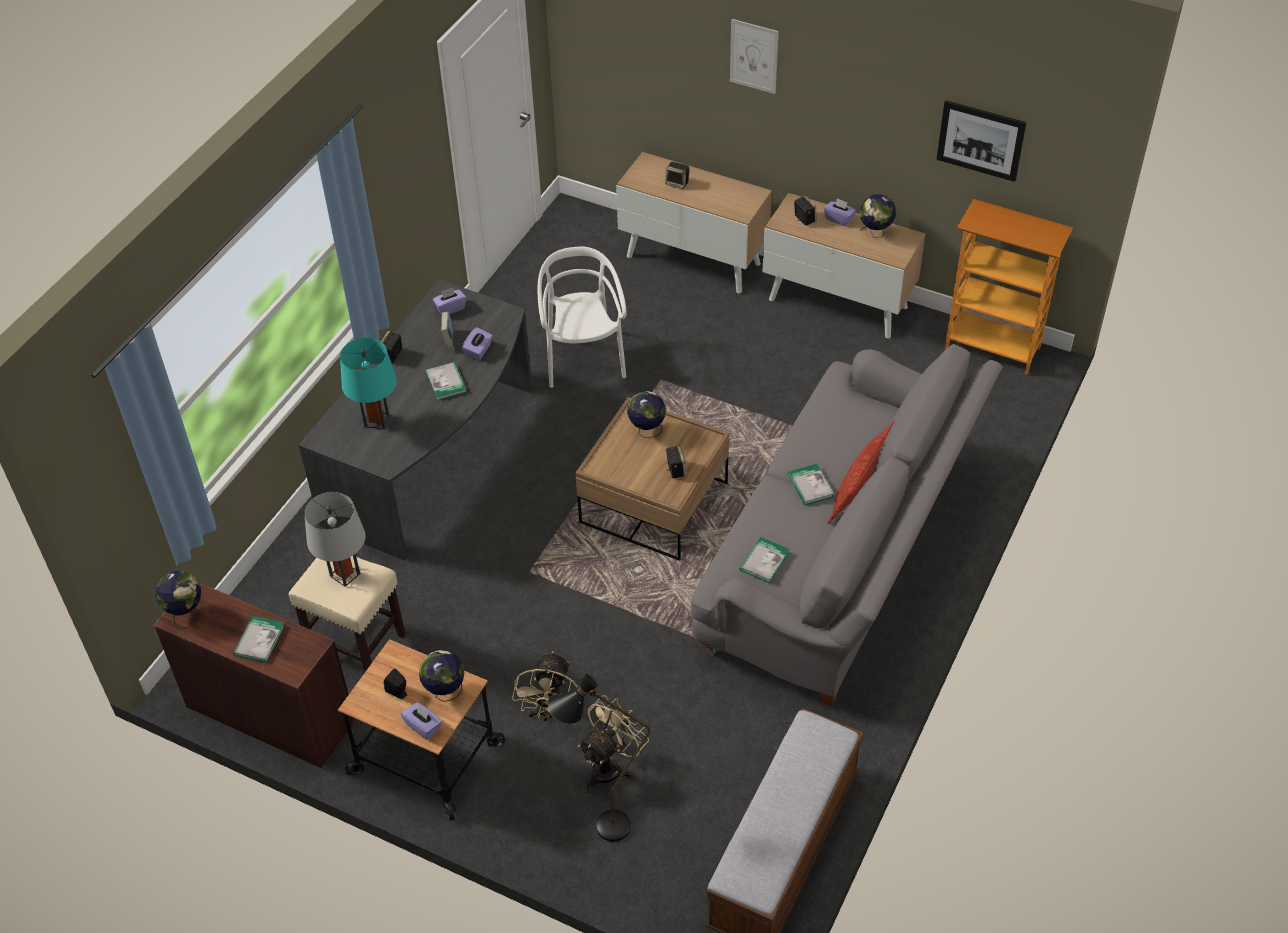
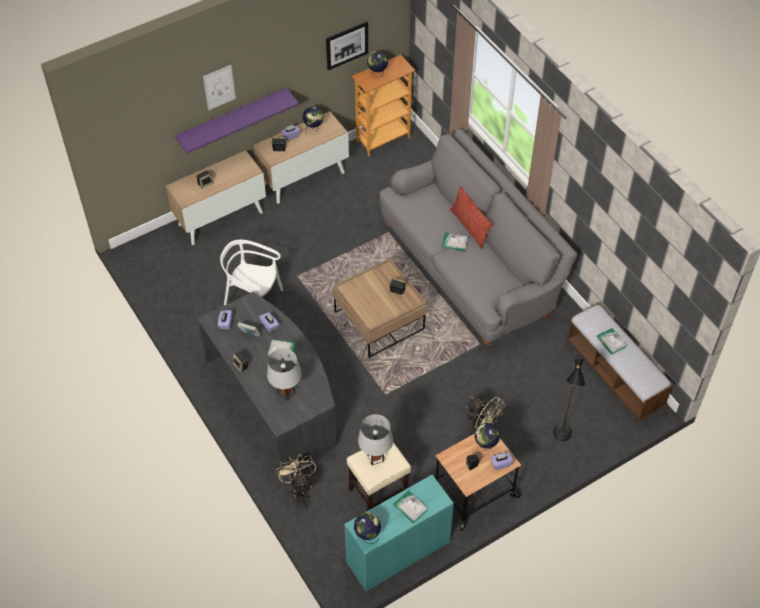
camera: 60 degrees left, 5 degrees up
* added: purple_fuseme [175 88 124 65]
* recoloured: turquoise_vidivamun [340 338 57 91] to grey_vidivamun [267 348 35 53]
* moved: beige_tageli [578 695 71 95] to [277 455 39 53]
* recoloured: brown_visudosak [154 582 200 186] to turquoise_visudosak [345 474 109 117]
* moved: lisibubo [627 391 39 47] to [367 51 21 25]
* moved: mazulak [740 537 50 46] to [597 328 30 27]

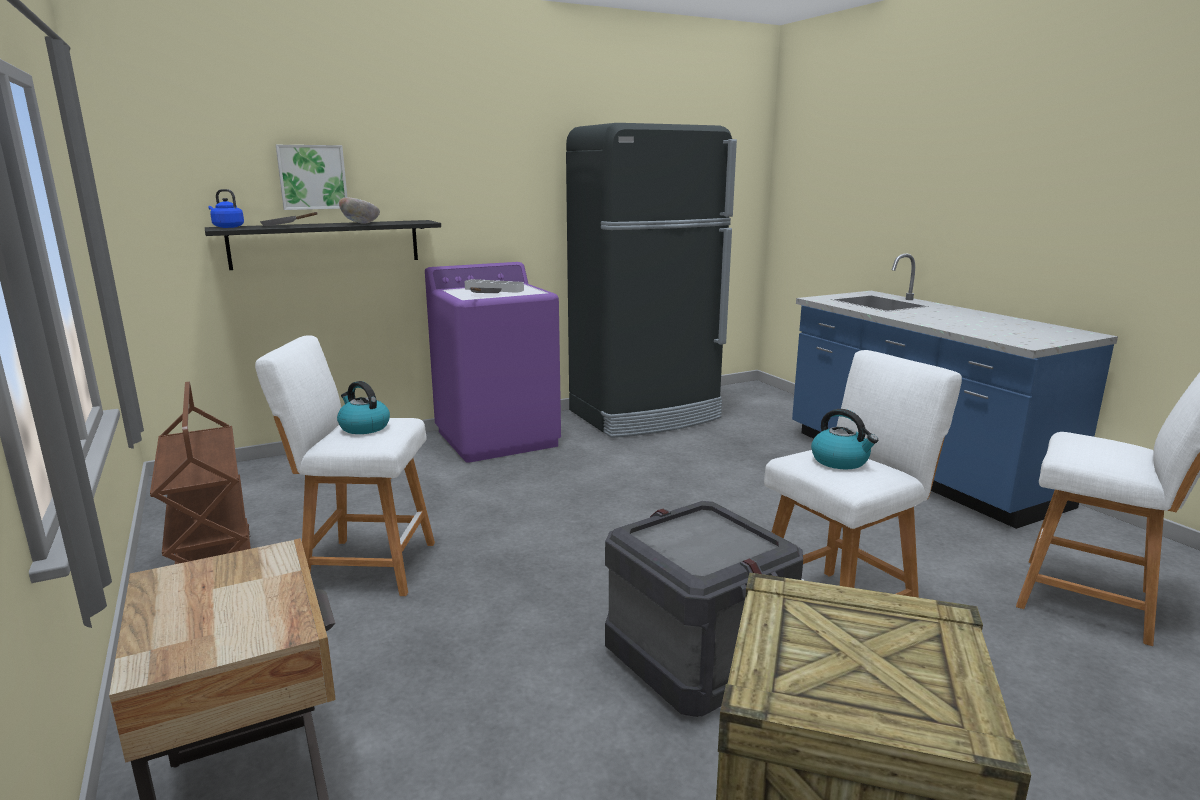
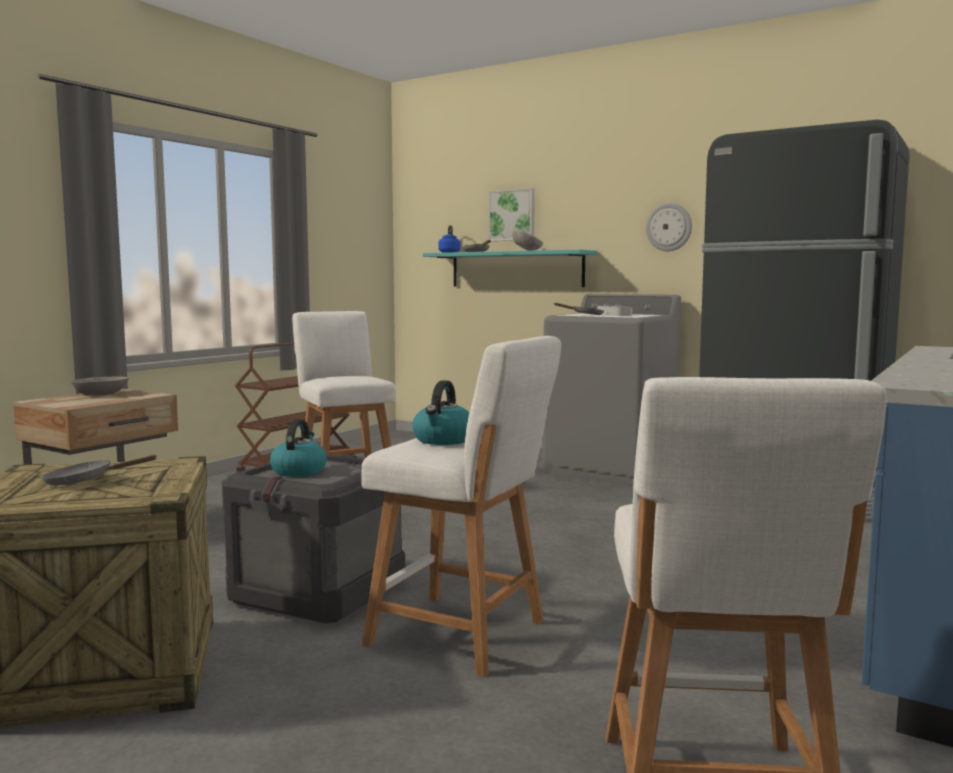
camera: 60 degrees right, 10 degrees down
* added: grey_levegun [41 455 116 31]
* added: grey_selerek [71 376 58 20]
* moved: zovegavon [337 381 53 53] to [270 419 57 58]
* recoloured: black_fuseme [205 220 236 50] to turquoise_fuseme [423 250 175 37]
* recoloured: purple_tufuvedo [425 262 136 201] to grey_tufuvedo [542 294 139 192]
* added: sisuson [646 203 46 48]

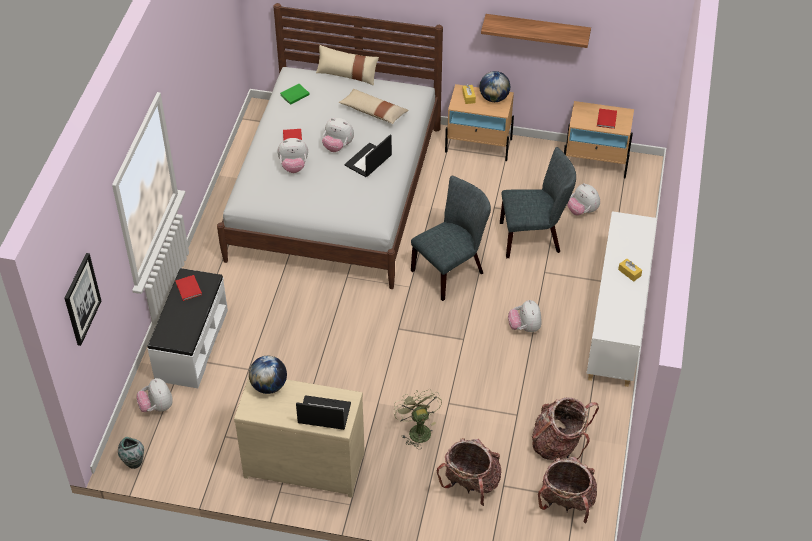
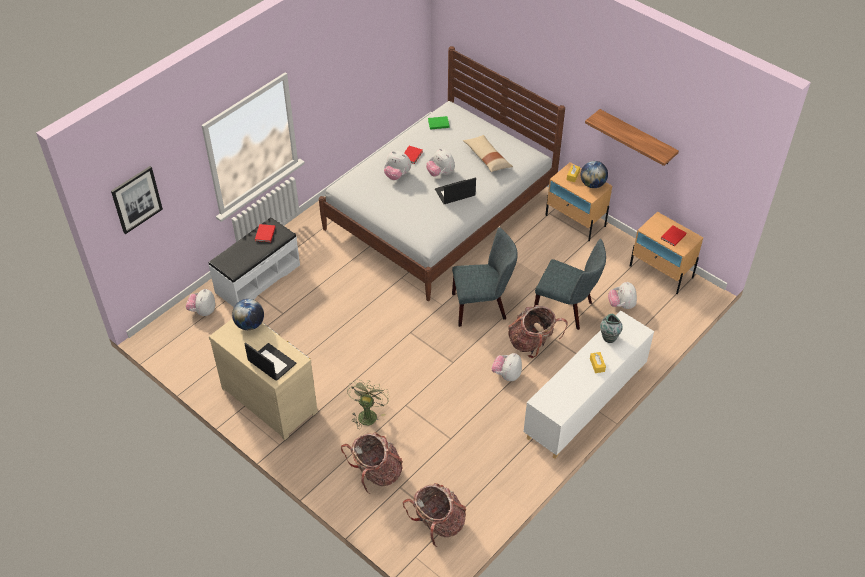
camera: 30 degrees right, 0 degrees up
* moved: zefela [532 397 67 63] to [508 305 59 53]
* moved: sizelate [118 437 26 32] to [600 314 23 29]
* removed: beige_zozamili [316 45 63 40]

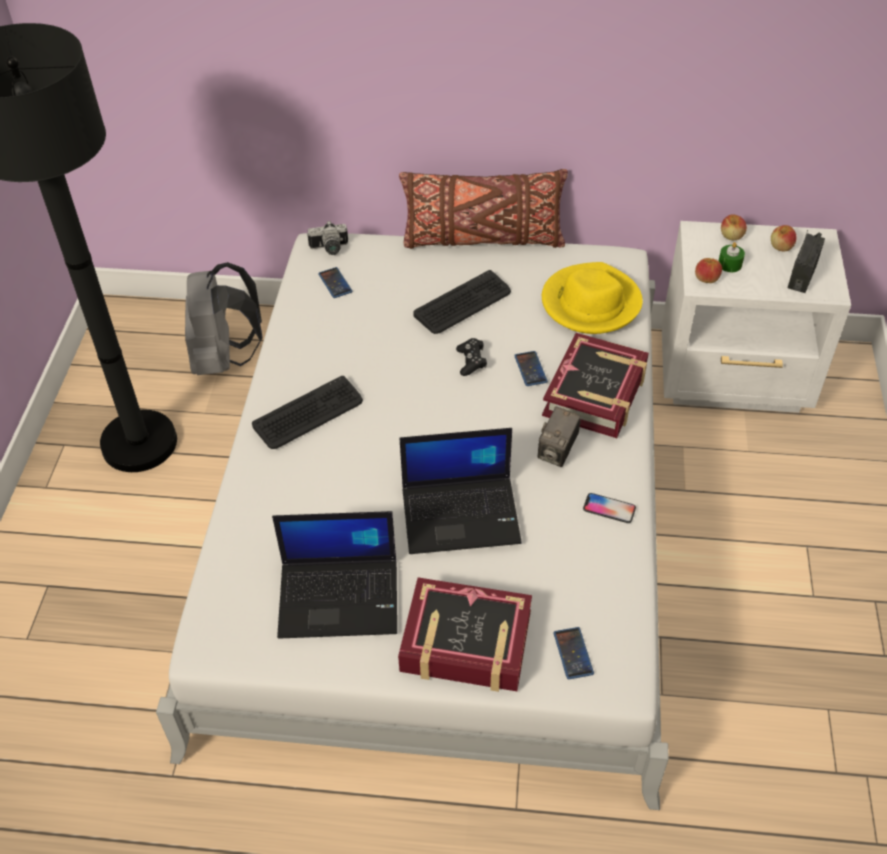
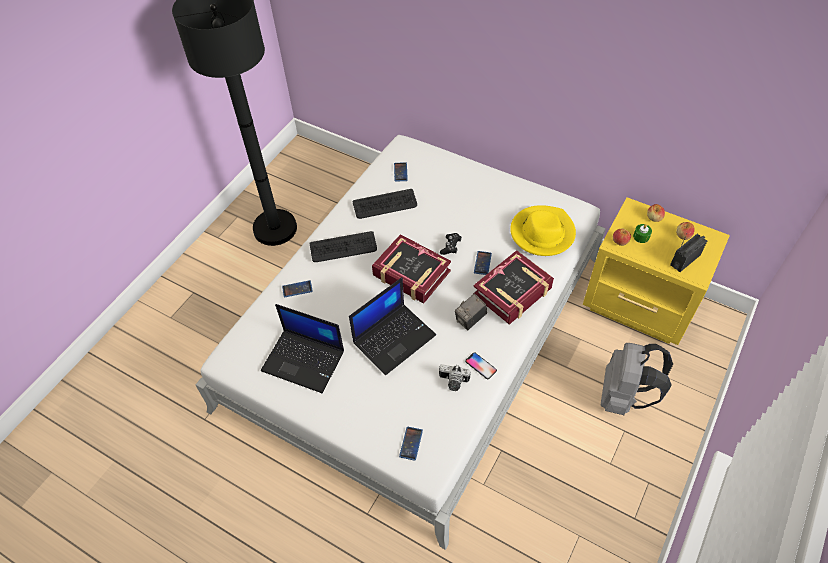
camera: 25 degrees right, 5 degrees up
* added: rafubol [282 280 31 17]
* turned: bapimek [399 428 123 126] = [349 277 87 98] 60 degrees counterclockwise
* moved: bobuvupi [413 270 98 64] to [353 189 64 30]
* moved: mazulak [398 578 134 114] to [372 234 79 70]
* moved: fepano [307 221 41 34] to [439 364 31 27]
* recoloured: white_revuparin [662 221 189 192] to yellow_revuparin [583 197 147 148]
* moved: grey_zefela [185 262 78 113] to [601 343 72 72]
* removed: brown_zozamili [399 169 169 80]

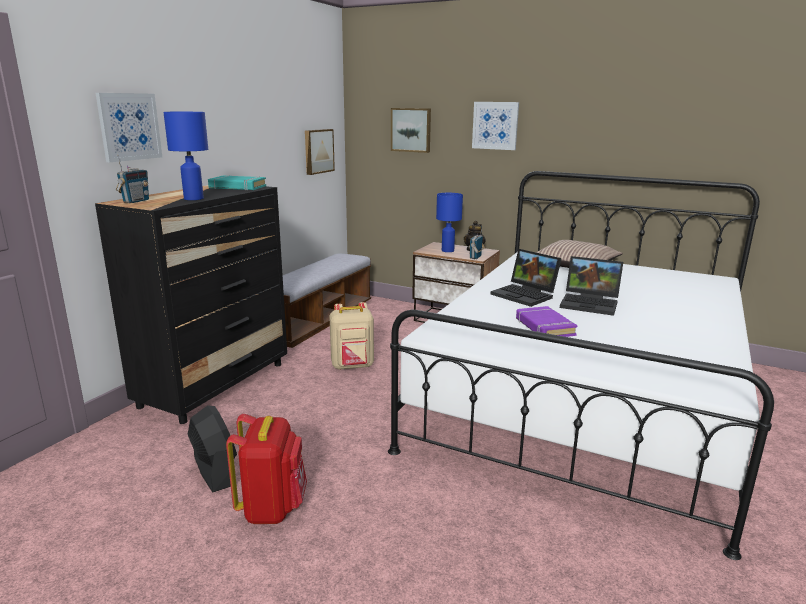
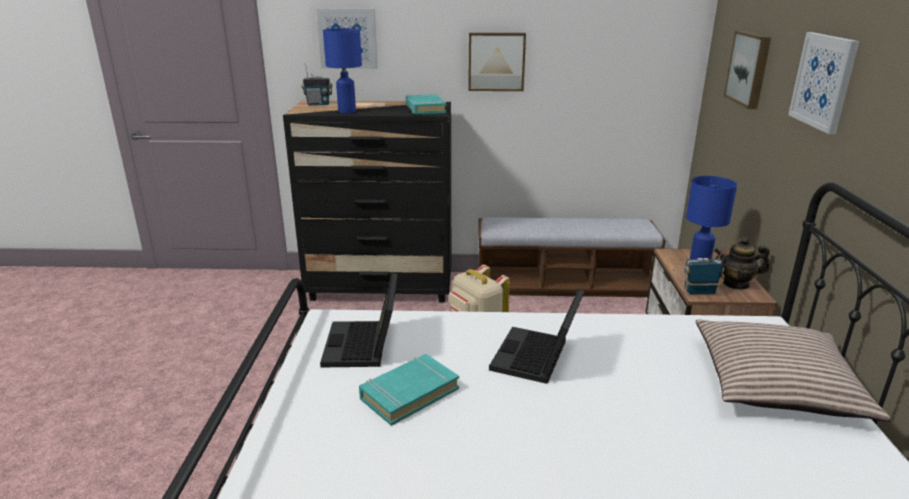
camera: 65 degrees right, 5 degrees up
* moved: bapimek [560 256 63 60] to [320 272 78 95]
* recoloured: purple_mazulak [516 306 62 31] to turquoise_mazulak [359 354 100 72]
* moved: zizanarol [305 129 30 46] to [468 33 58 58]
* removed: black_tageli [188 405 49 87]
* removed: red_zefela [226 414 81 110]

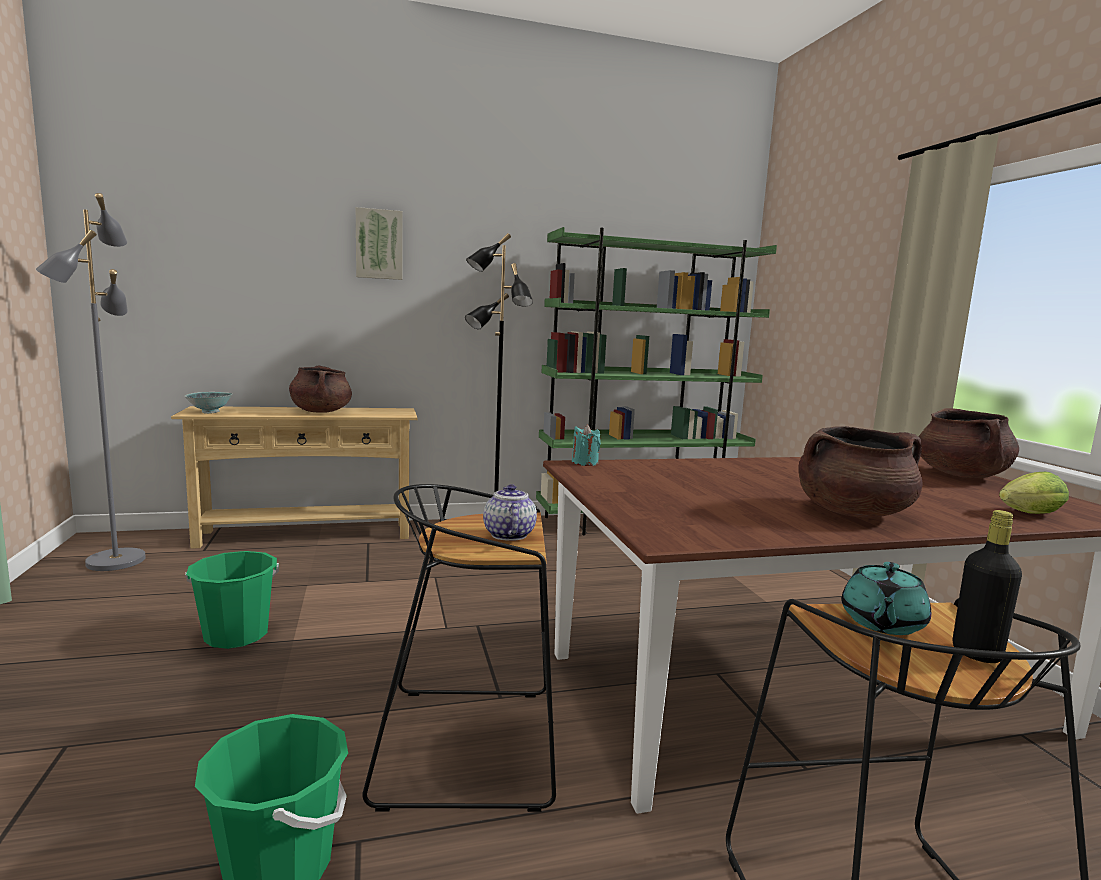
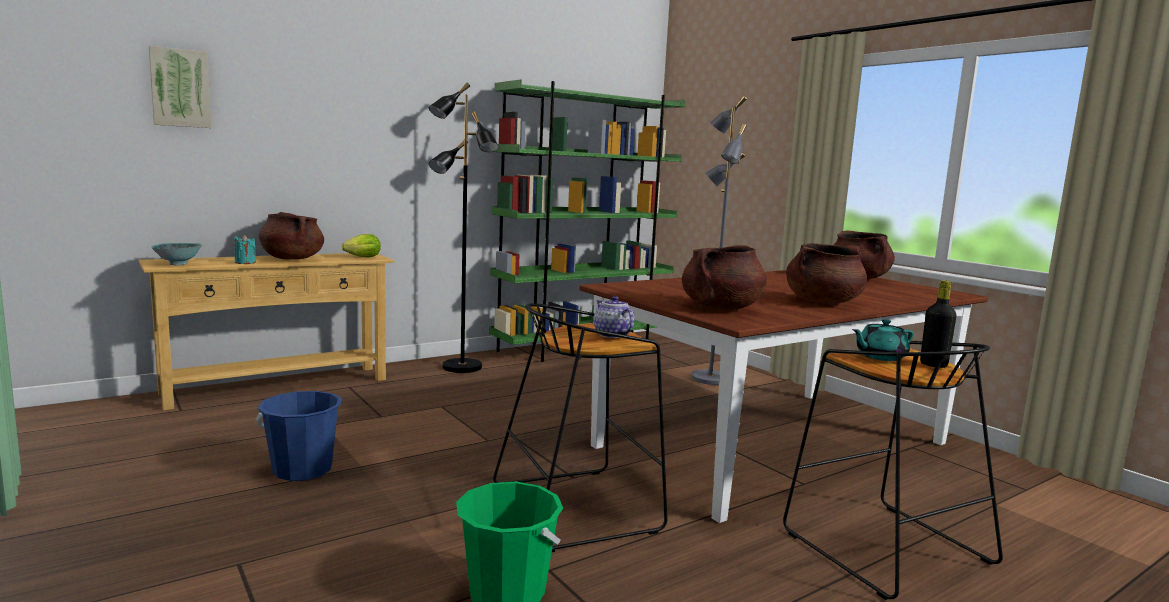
camera: 20 degrees left, 0 degrees up
* moved: zizanarol [356 207 47 73] to [149 46 62 82]
* moved: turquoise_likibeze [572 425 29 41] to [234 235 22 29]
* recoloured: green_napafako [185 551 94 98] to blue_napafako [256 391 86 90]
* moved: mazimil [999 472 70 42] to [342 234 39 23]
* added: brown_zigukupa [682 245 85 65]
* moved: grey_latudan [36 193 110 378] to [691 96 57 289]
* turned: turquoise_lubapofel [841 562 90 73] = [852 319 61 42] 60 degrees clockwise

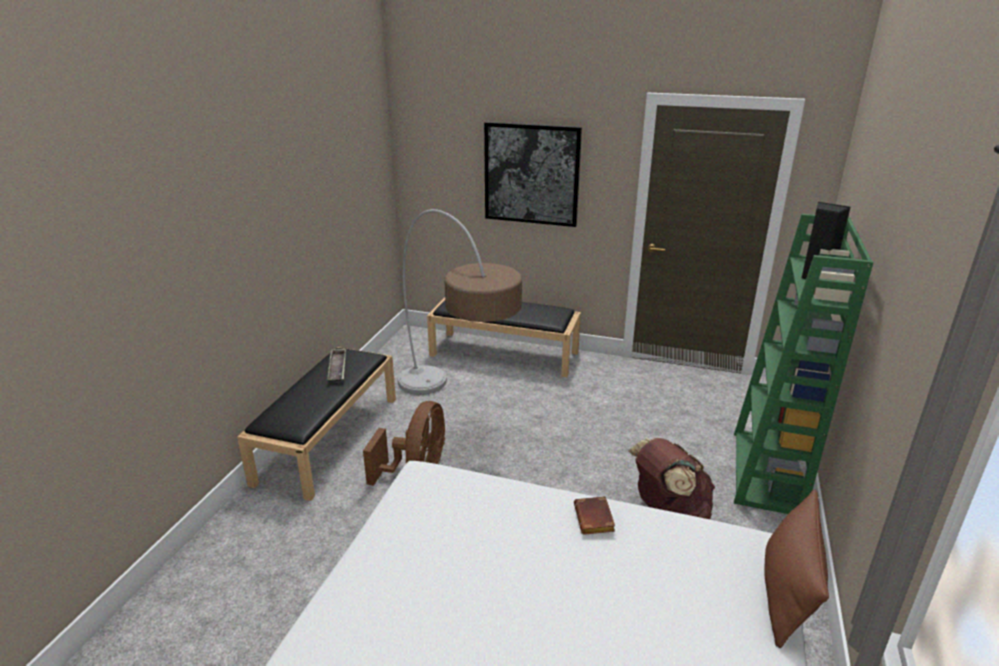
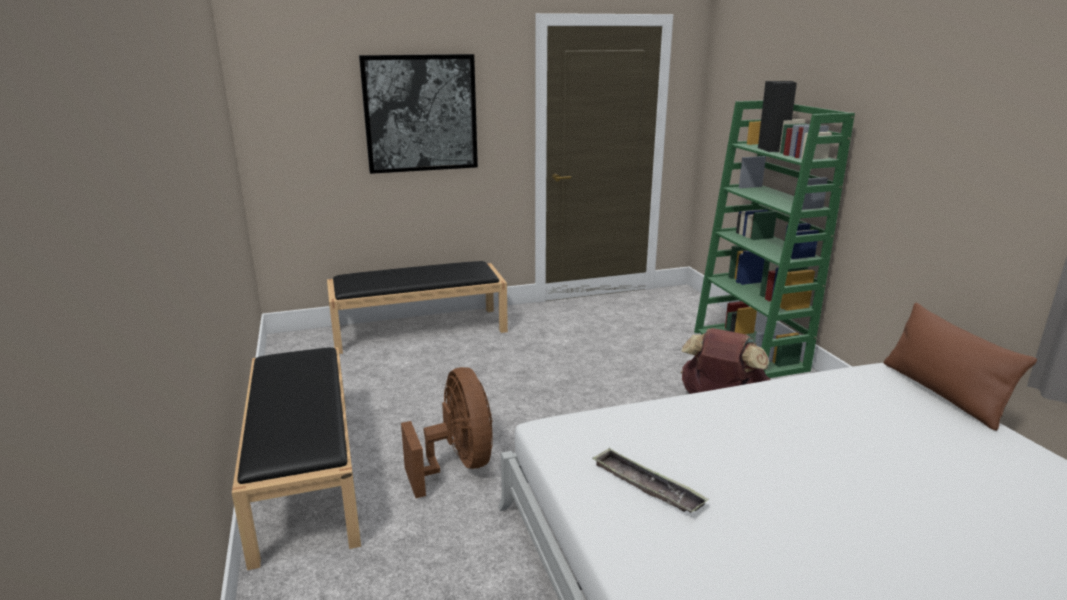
camera: 35 degrees left, 5 degrees down
* moved: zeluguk [327 348 19 34] to [592 448 117 65]
* removed: latudan [398 209 124 186]
* removed: brown_mazulak [574 496 41 39]

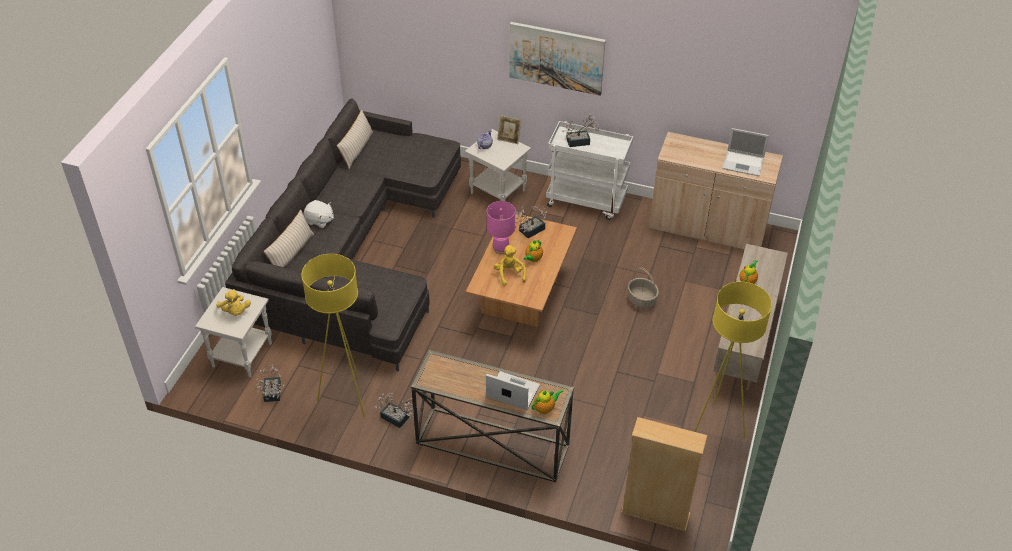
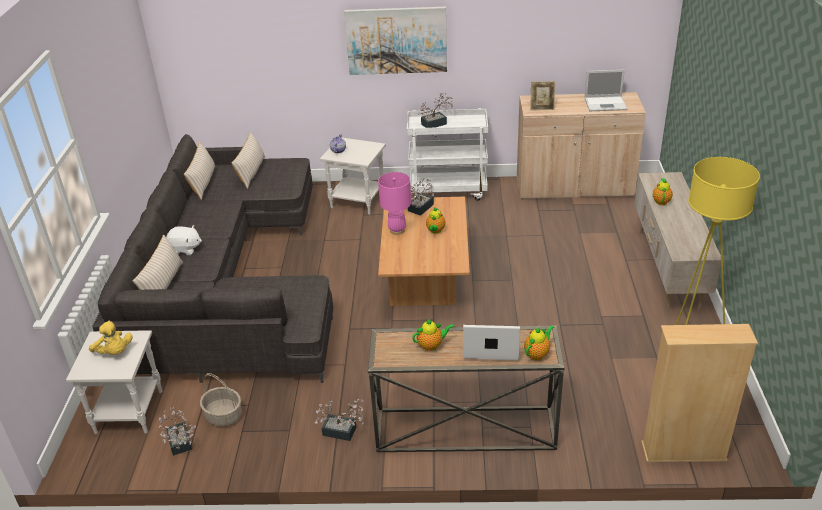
camera: 15 degrees left, 10 degrees down
* moved: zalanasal [628 267 31 42] to [200 373 42 53]
* added: beige_zozamili [232 132 33 57]
* added: lubapofel [412 319 43 32]
* moved: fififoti [497 115 24 29] to [530 81 25 29]
* removed: yellow_latudan [301 254 64 163]
* removed: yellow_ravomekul [494 245 32 41]

